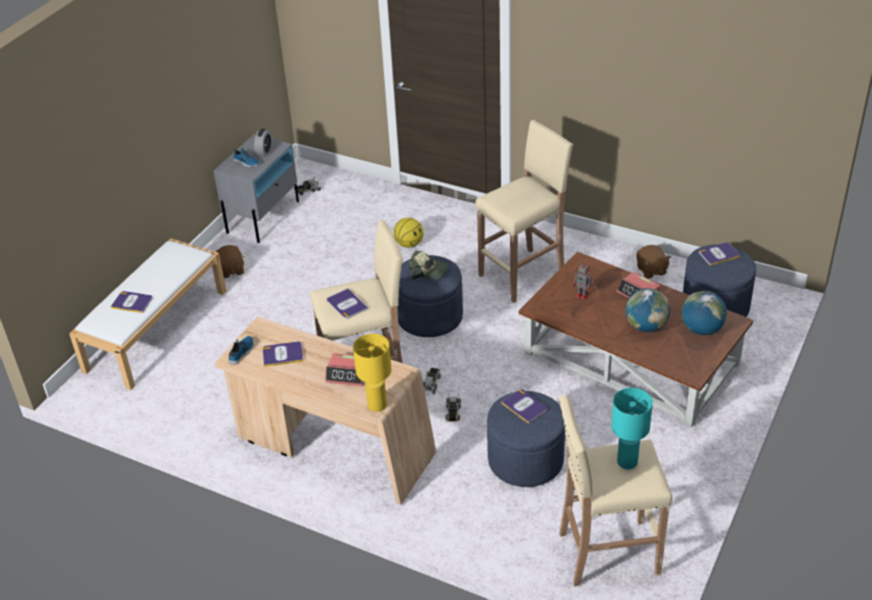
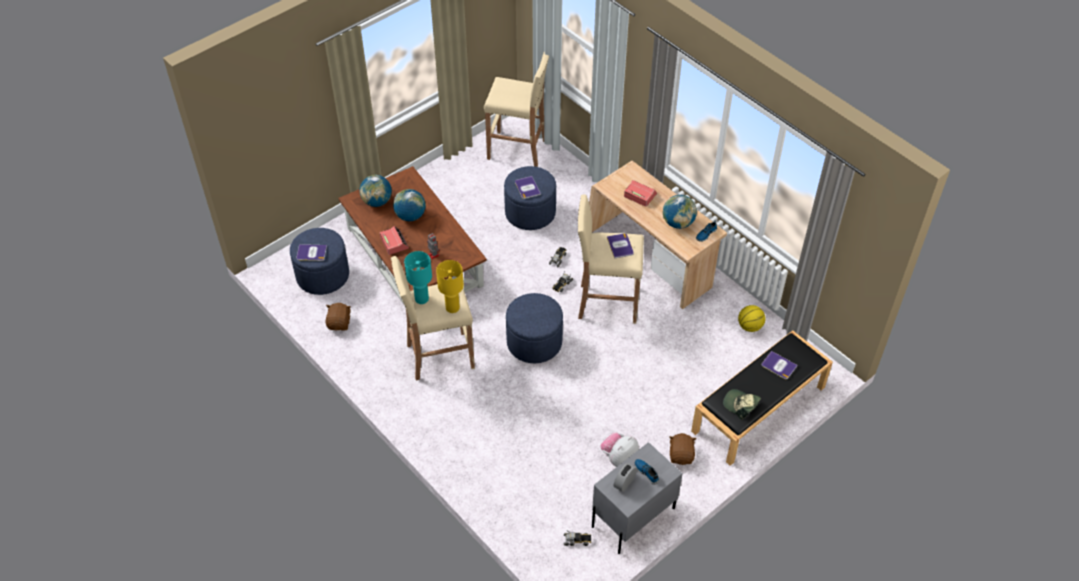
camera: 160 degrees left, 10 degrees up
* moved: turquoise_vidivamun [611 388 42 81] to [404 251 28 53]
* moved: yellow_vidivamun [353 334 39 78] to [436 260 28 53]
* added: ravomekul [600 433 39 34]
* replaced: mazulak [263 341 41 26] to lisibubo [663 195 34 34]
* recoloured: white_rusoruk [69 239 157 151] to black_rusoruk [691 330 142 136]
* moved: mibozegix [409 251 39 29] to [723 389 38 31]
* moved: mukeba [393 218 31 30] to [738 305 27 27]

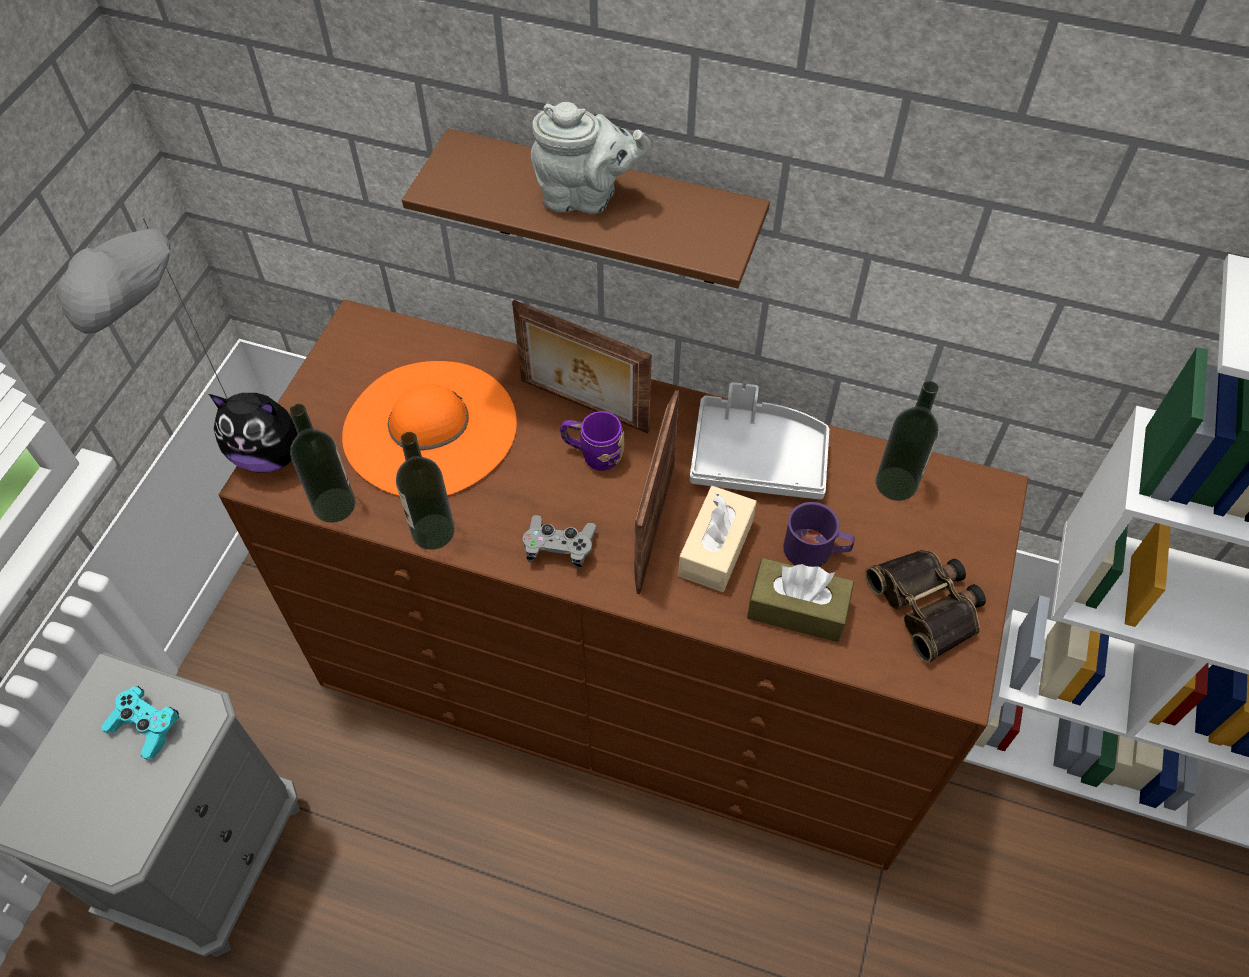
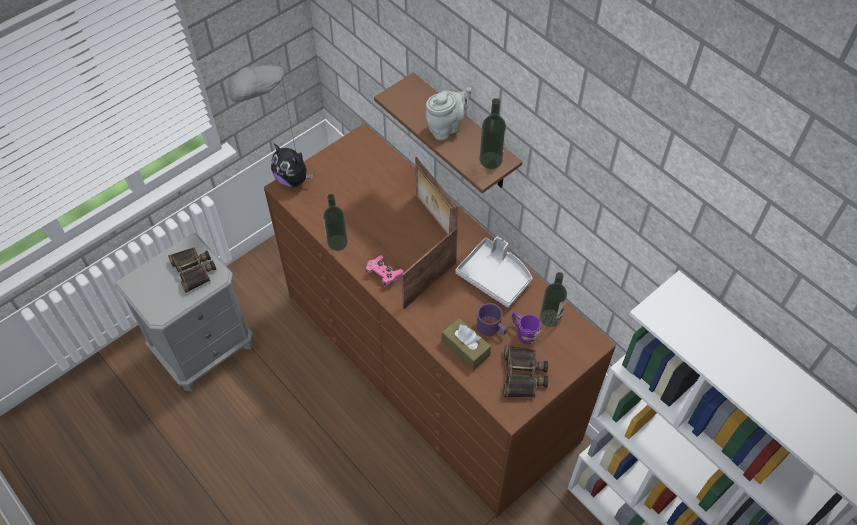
camera: 30 degrees right, 0 degrees up
* replaced: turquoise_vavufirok [101 686 78 74] to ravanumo [168 247 48 46]
* recoloured: grey_vavufirok [522 515 75 54] to pink_vavufirok [365 255 39 32]
* turned: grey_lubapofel [531 102 120 112] = [426 87 45 53] 75 degrees counterclockwise
* moved: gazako [289 404 66 119] to [480 98 26 71]
* moved: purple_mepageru [560 411 64 60] to [512 312 29 32]
* removed: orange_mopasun [342 361 175 135]
* removed: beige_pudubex [678 486 79 106]

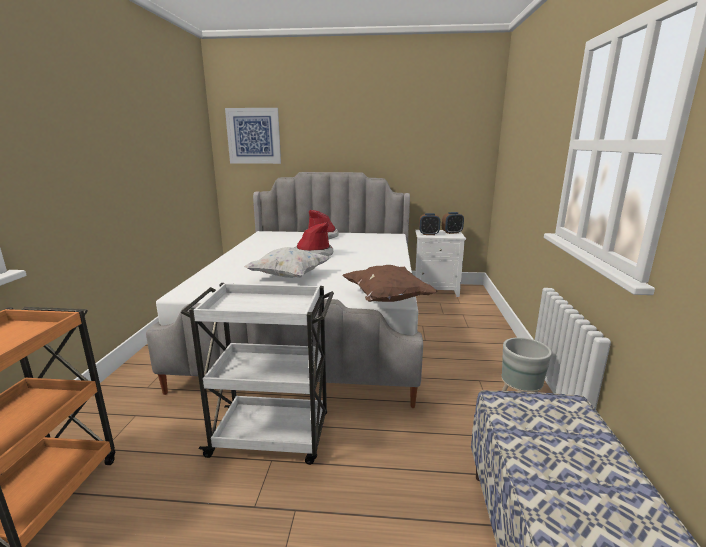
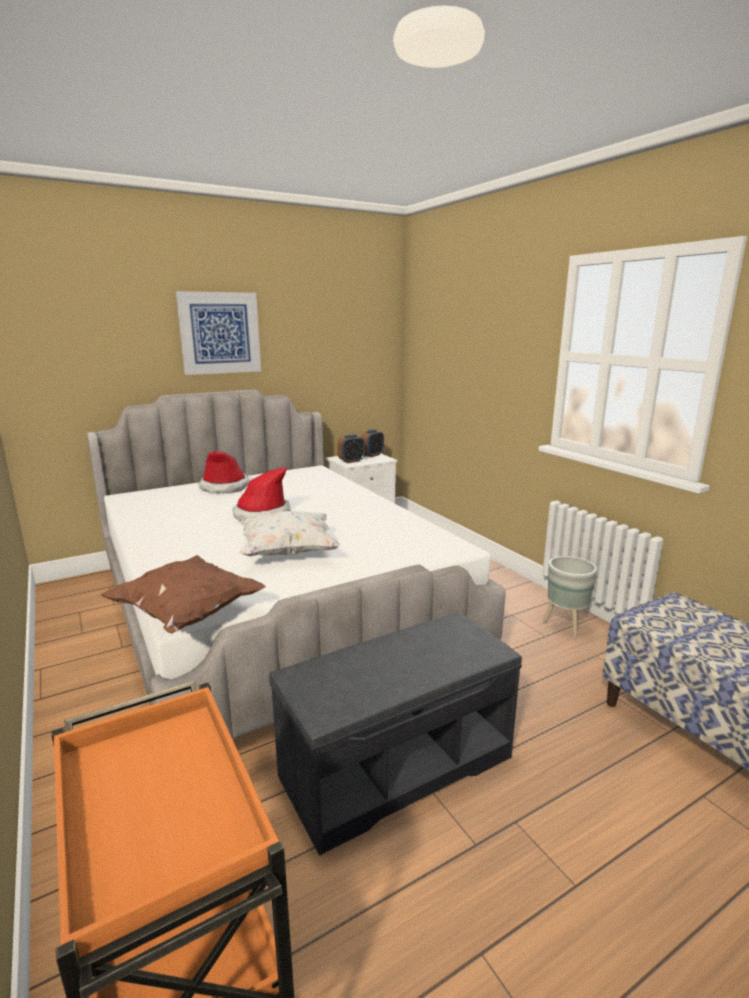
camera: 35 degrees left, 0 degrees up
* moved: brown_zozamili [343 265 95 37] to [101 555 164 78]
* moved: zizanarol [225 108 56 56] to [176 291 85 84]
* replaced: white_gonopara [181 283 153 182] to grey_rusoruk [269 612 253 244]

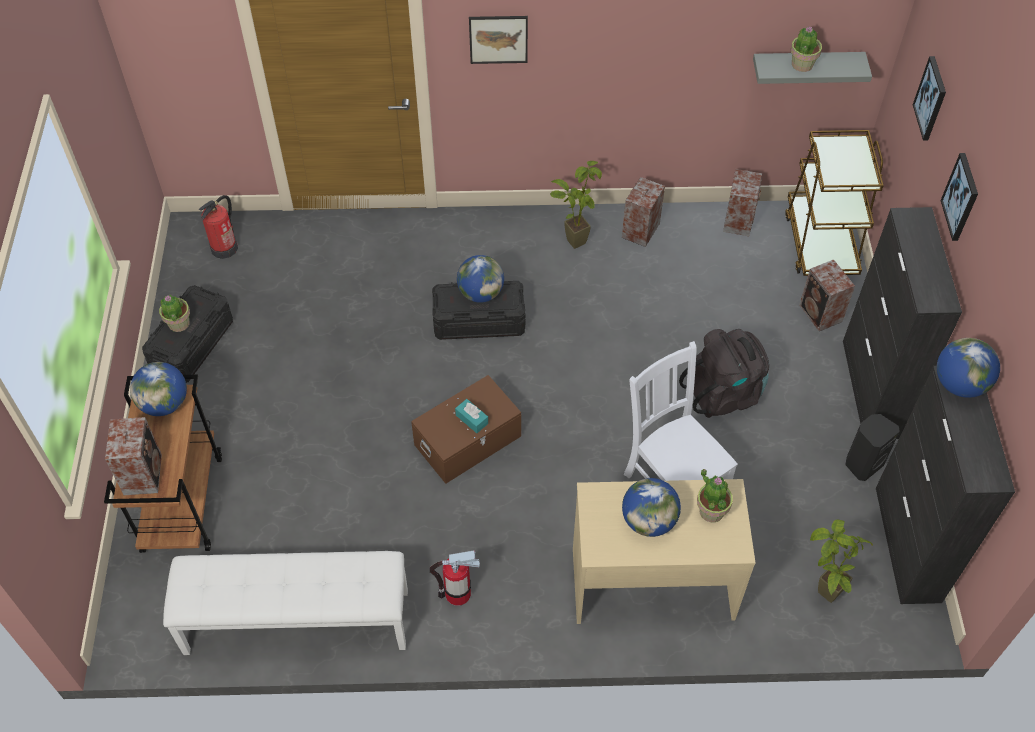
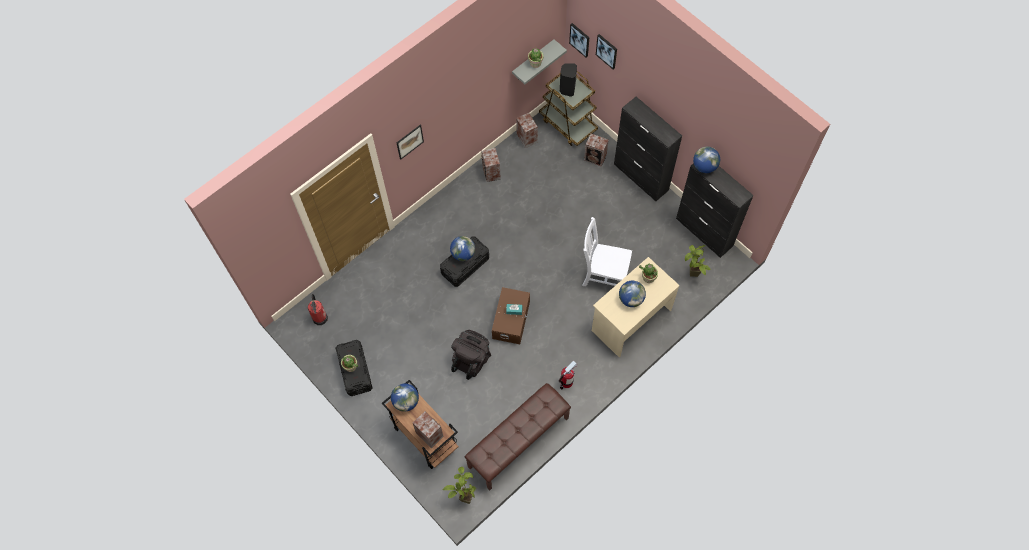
camera: 40 degrees left, 10 degrees up
* moved: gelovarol [550 161 52 88] to [443 467 33 37]
* moved: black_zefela [679 329 90 89] to [451 330 40 50]
* recoloured: white_rusoruk [163 551 245 104] to brown_rusoruk [465 383 106 107]
* moved: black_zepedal [845 414 55 67] to [560 63 17 34]
* moved: zizanarol [941 153 37 88] to [569 23 21 35]

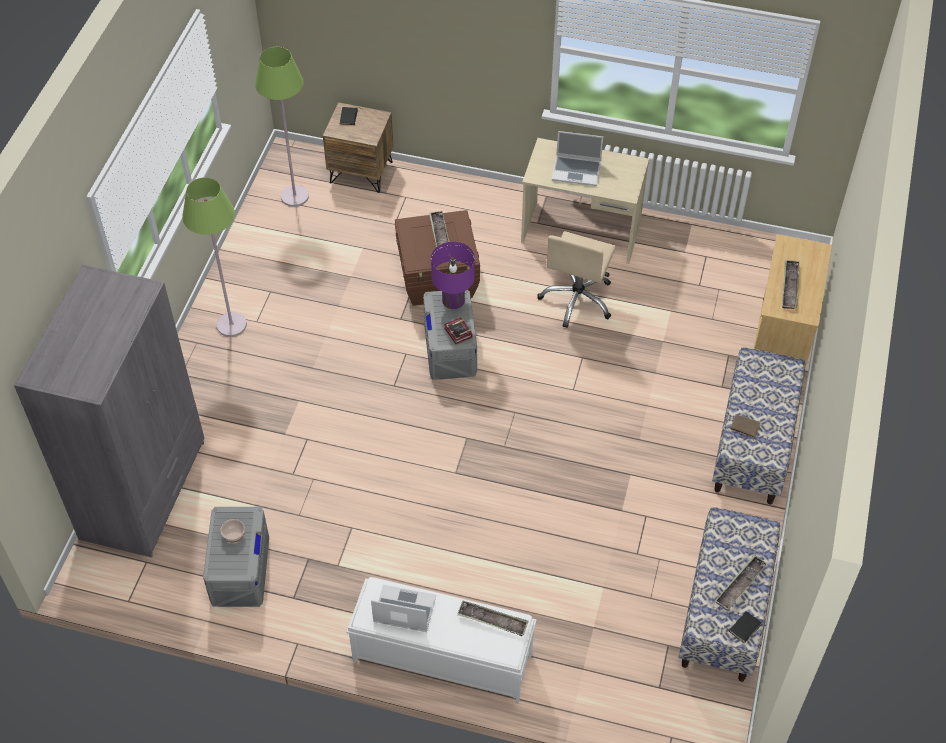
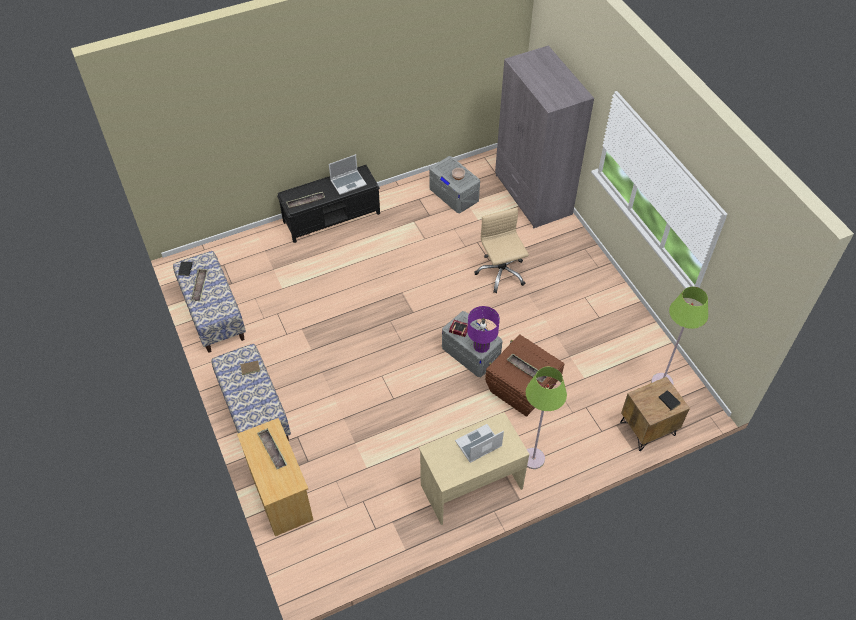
camera: 140 degrees right, 0 degrees up
* recoloured: white_rusoruk [347 577 190 127] to black_rusoruk [277 165 103 78]
* moved: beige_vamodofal [537 231 79 97] to [474 208 55 85]
* moved: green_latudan [182 177 65 160] to [526 367 41 102]

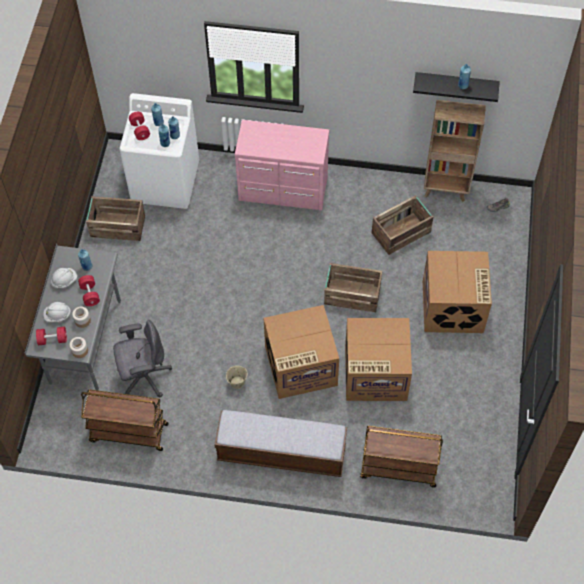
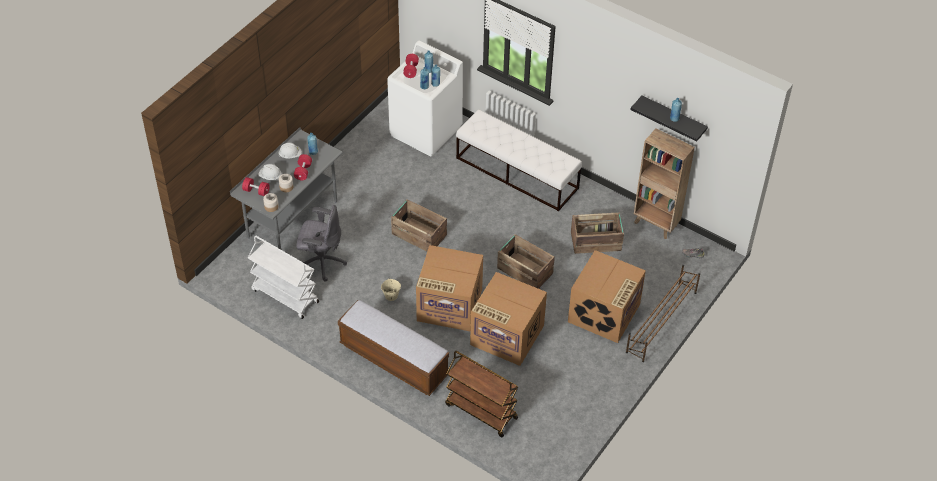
camera: 25 degrees right, 10 degrees down
* recoloured: brown_gonopara [81 389 88 62] to white_gonopara [248 236 71 83]
* moved: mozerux [86 196 59 45] to [391 199 56 52]
* replaced: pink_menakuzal [235 120 95 91] to white_rusoruk [456 109 126 102]
* added: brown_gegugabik [626 264 74 98]

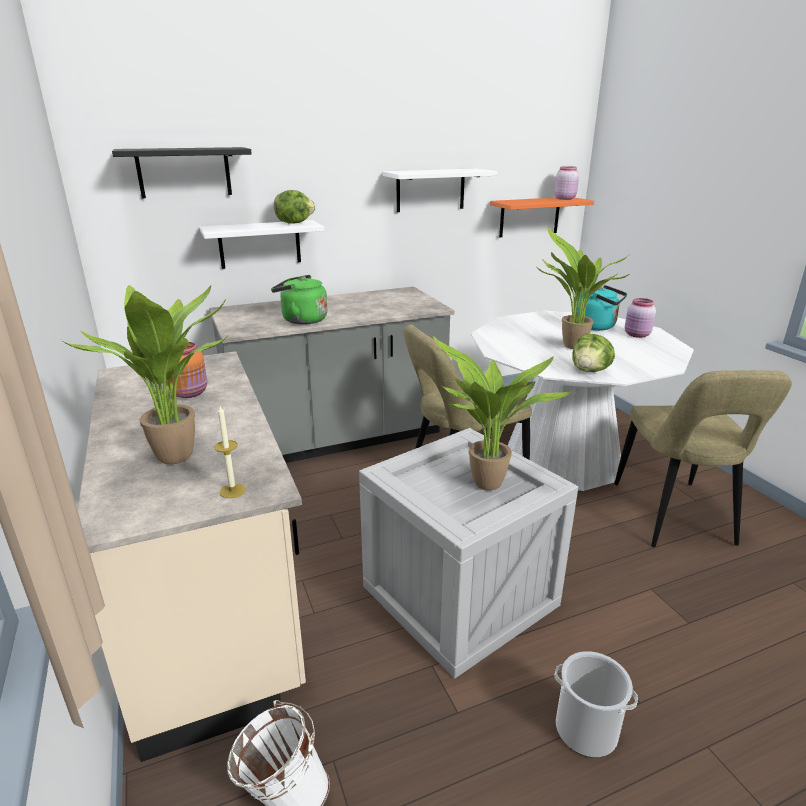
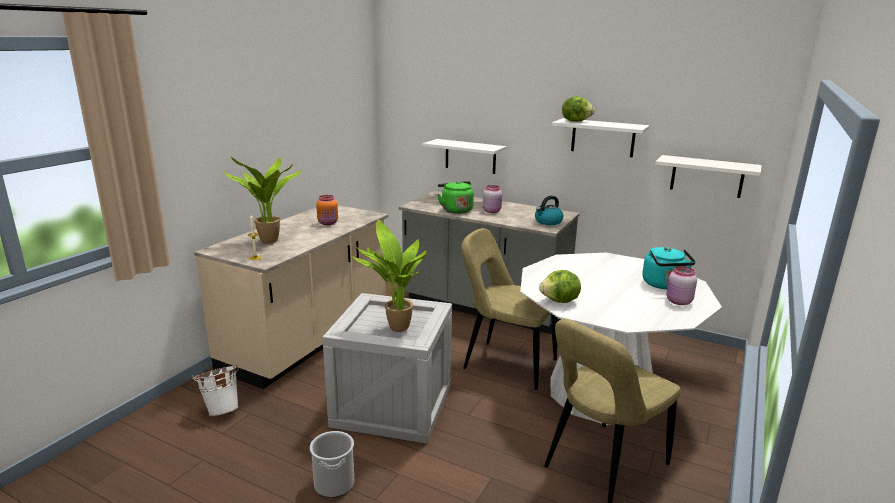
camera: 50 degrees right, 5 degrees down
* moved: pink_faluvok [554 166 25 34] to [483 185 19 28]
* added: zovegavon [535 196 28 29]
* moved: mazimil [274 190 41 34] to [562 96 33 26]
* recoloured: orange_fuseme [490 197 104 40] to white_fuseme [655 155 107 43]
* removed: black_fuseme [112 147 140 51]
* removed: gelovarol [537 227 93 122]

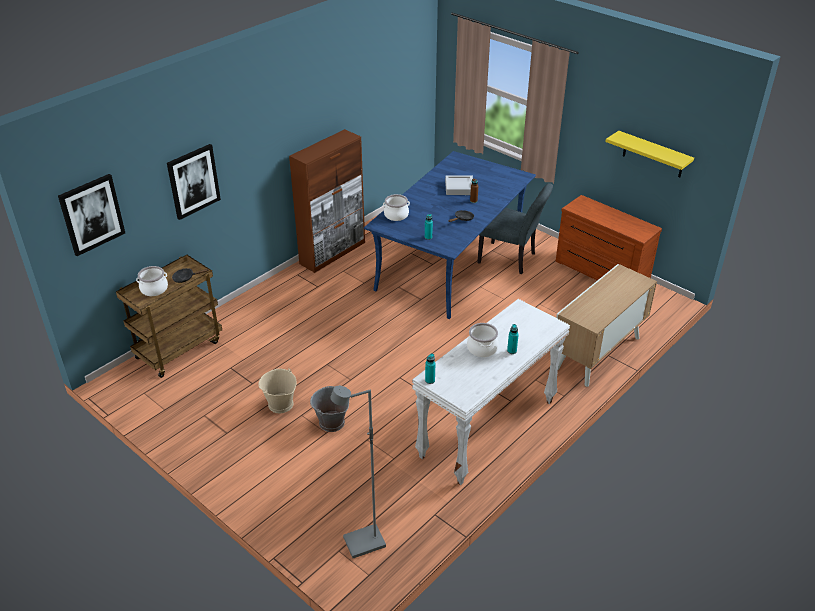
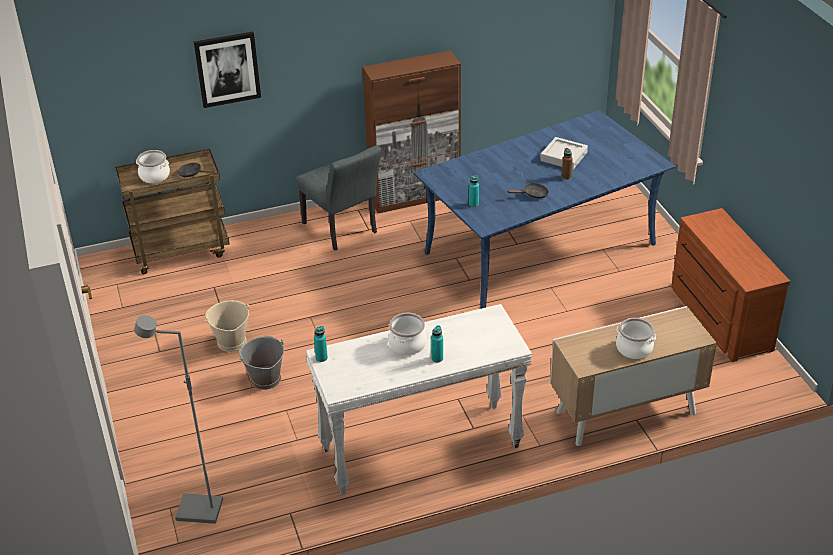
camera: 30 degrees right, 0 degrees up
* moved: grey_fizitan [477 183 76 91] to [296 145 85 105]
* moved: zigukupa [383 194 27 27] to [616 318 40 41]
* removed: zizanarol [58 174 67 82]
* removed: yellow_fuseme [606 131 88 46]

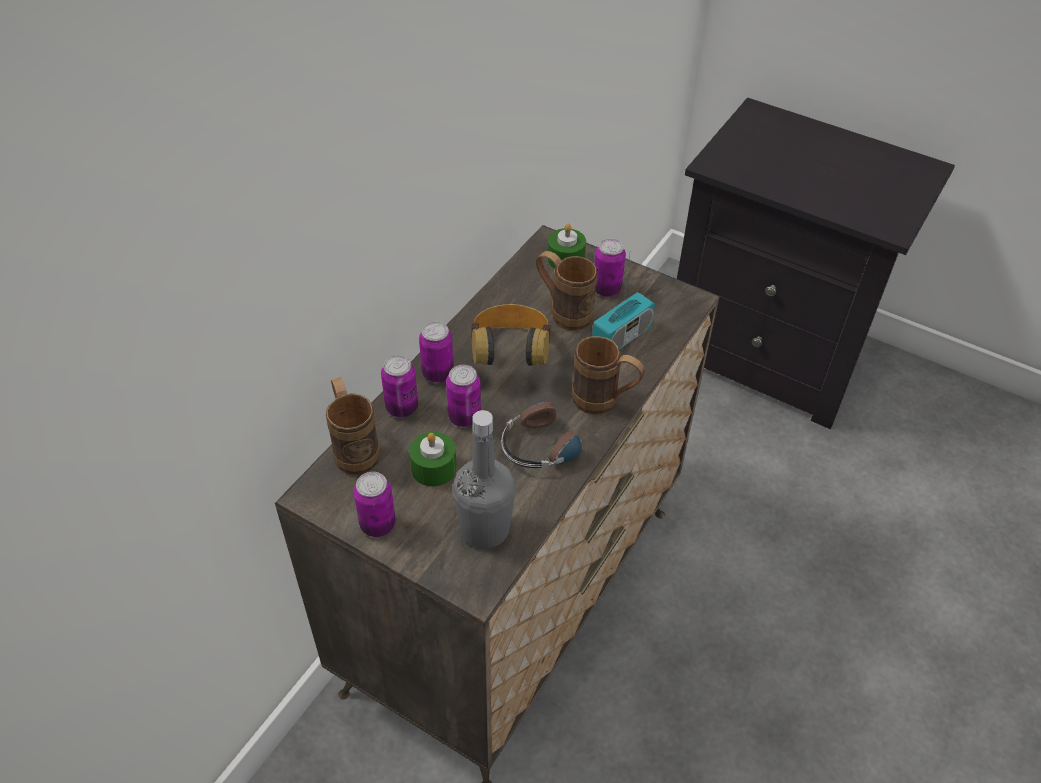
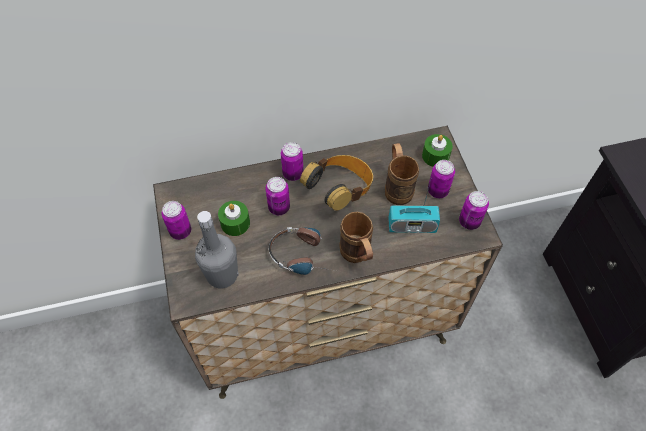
camera: 45 degrees right, 10 degrees up
* moved: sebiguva [381 355 37 62] to [459 191 30 39]
* removed: brown_mepageru [326 377 54 98]

